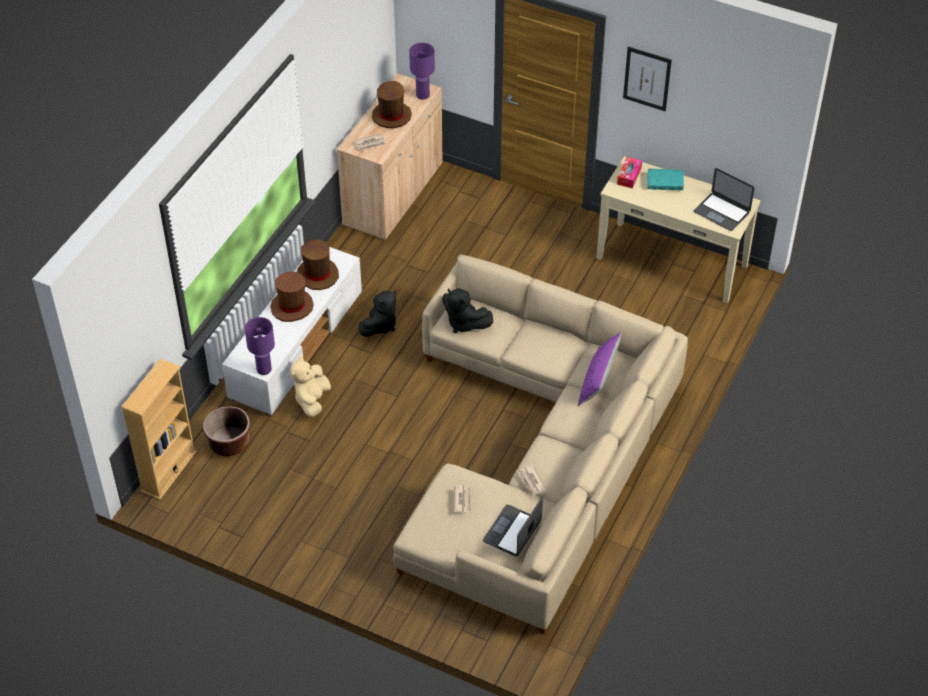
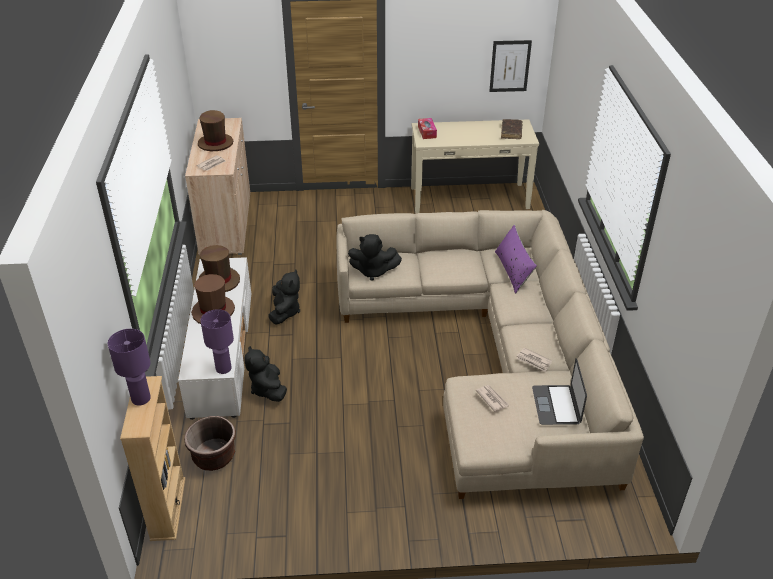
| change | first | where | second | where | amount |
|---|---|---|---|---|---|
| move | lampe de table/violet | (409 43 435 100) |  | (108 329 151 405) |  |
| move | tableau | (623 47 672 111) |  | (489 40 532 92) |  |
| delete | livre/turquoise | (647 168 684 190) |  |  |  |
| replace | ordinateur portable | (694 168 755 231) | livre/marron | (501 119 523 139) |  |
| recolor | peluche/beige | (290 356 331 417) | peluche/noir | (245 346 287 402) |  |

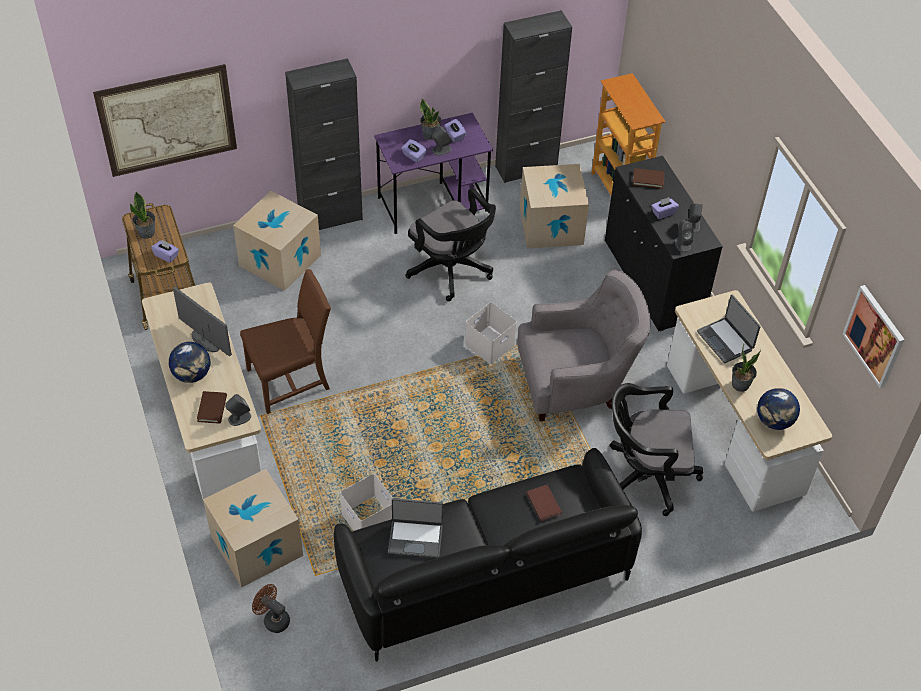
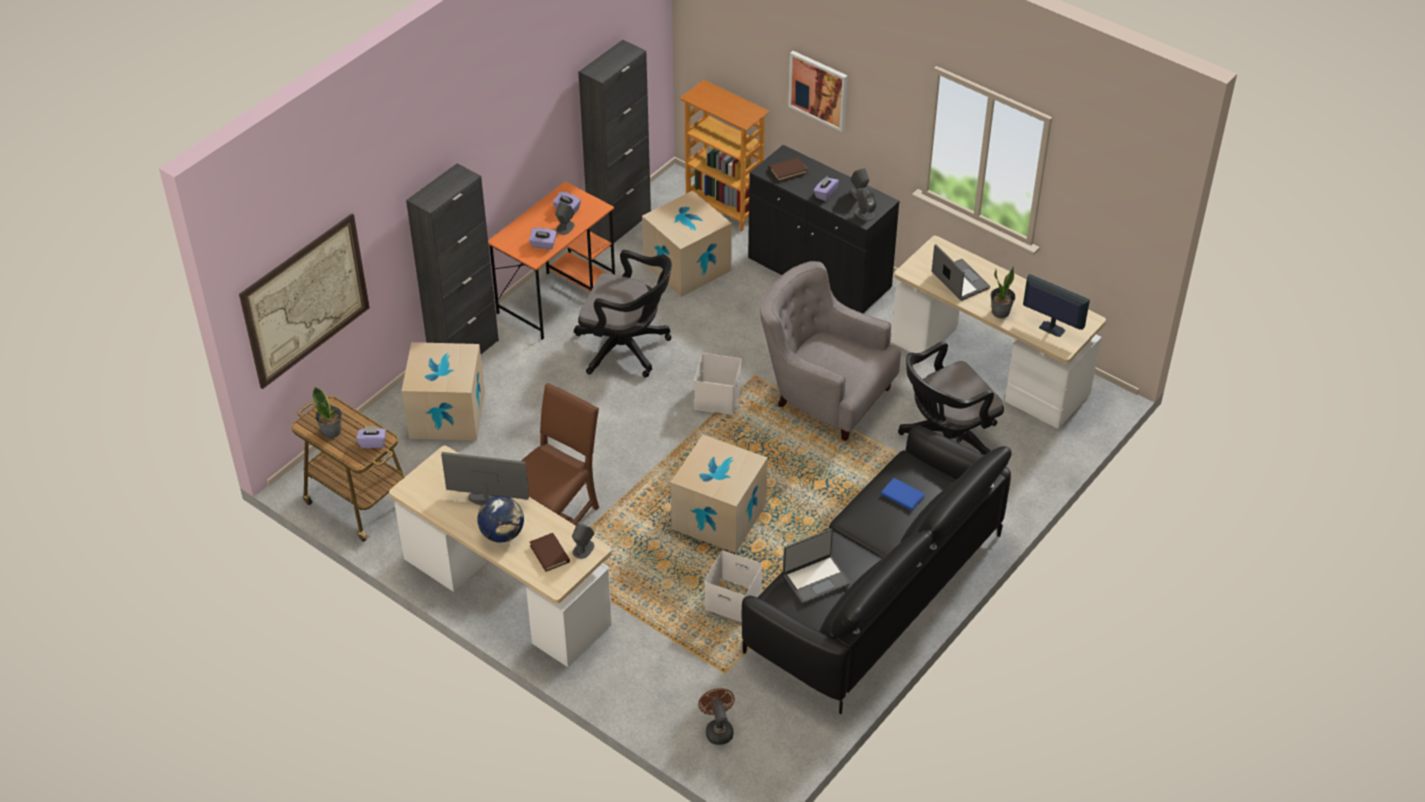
| change | first | where | second | where | amount |
|---|---|---|---|---|---|
| delete | plante en pot | (420 99 441 140) |  |  |  |
| recolor | bureau/violet | (374 113 493 234) | bureau/orange | (488 181 615 340) |  |
| rotate | fauteuil/gris | (517 270 651 421) |  | (760 261 901 441) | 105 degrees counterclockwise |
| move | tableau | (842 285 905 388) |  | (788 51 848 132) |  |
| rotate | ordinateur portable | (697 295 761 363) |  | (932 244 990 301) | 150 degrees counterclockwise |
| replace | globe | (757 388 800 430) | écran d'ordinateur | (1023 274 1090 337) |  |
| move | carton | (203 469 303 587) |  | (671 435 768 553) |  |
| recolor | livre/marron | (526 485 562 521) | livre/bleu | (881 478 925 511) |  |
| rotate | ventilateur/marron | (252 584 290 633) |  | (698 688 735 745) | 75 degrees clockwise |

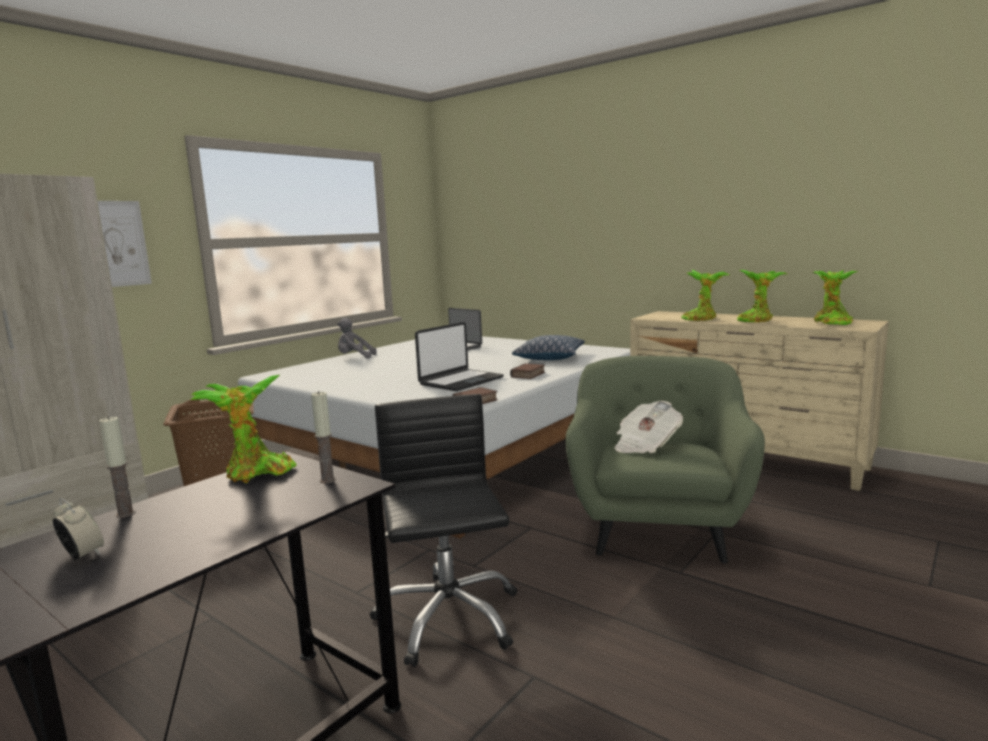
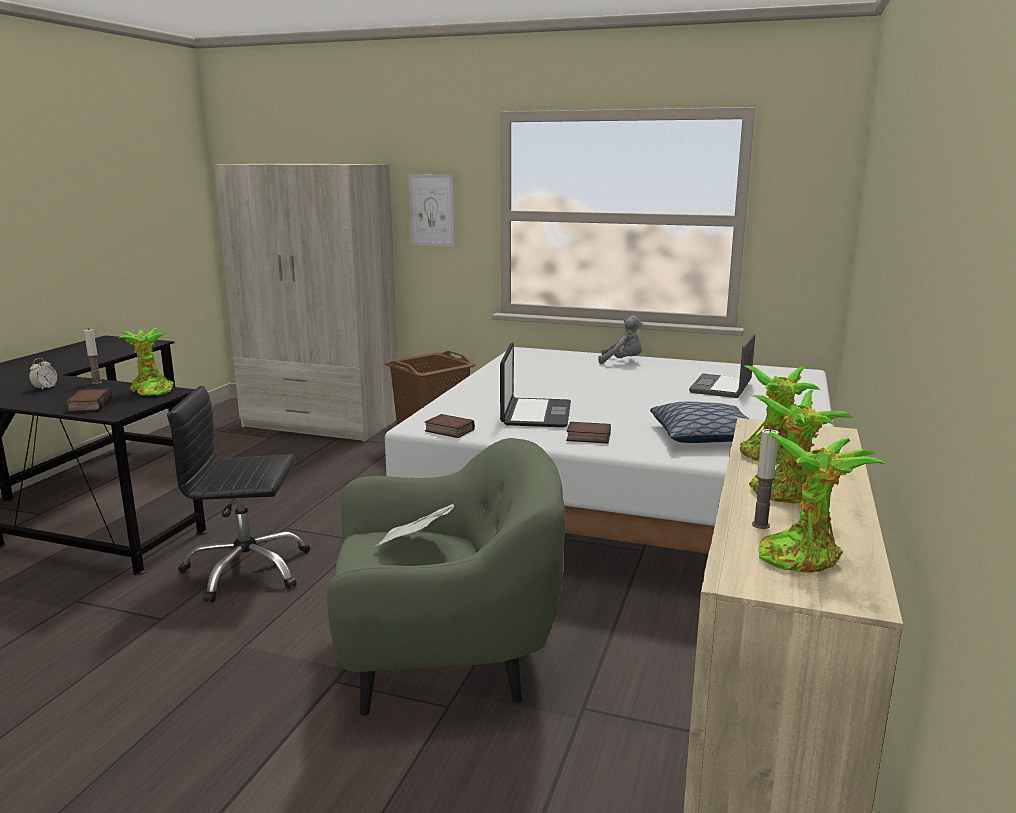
| change | first | where | second | where | amount |
|---|---|---|---|---|---|
| rotate | peluche/gris | (337 318 377 359) |  | (598 315 643 364) | 120 degrees clockwise |
| rotate | ordinateur portable | (415 322 504 391) |  | (500 342 571 427) | 105 degrees counterclockwise |
| move | bougie | (311 391 336 483) |  | (752 429 779 529) |  |
| rotate | chaise de bureau/noir | (370 394 517 667) |  | (167 386 310 603) | 150 degrees counterclockwise |
| insert |  |  | livre | (66 389 112 412) |  |

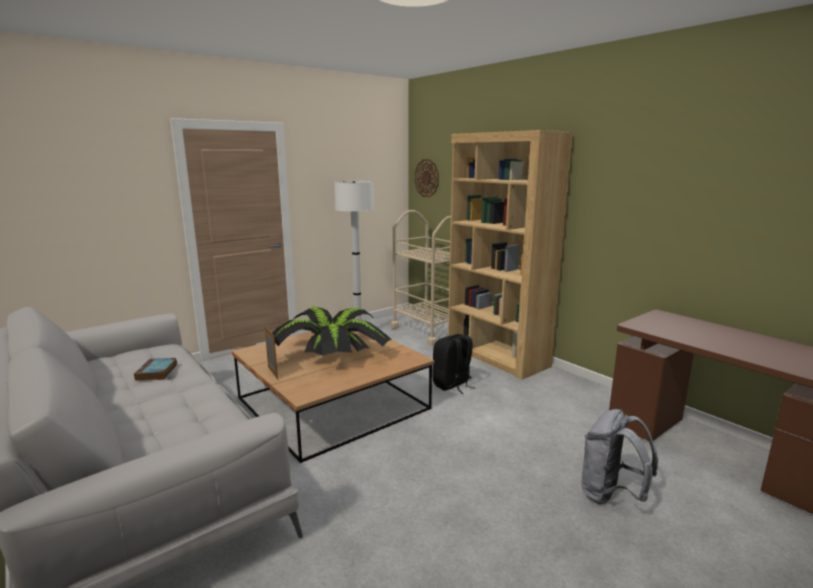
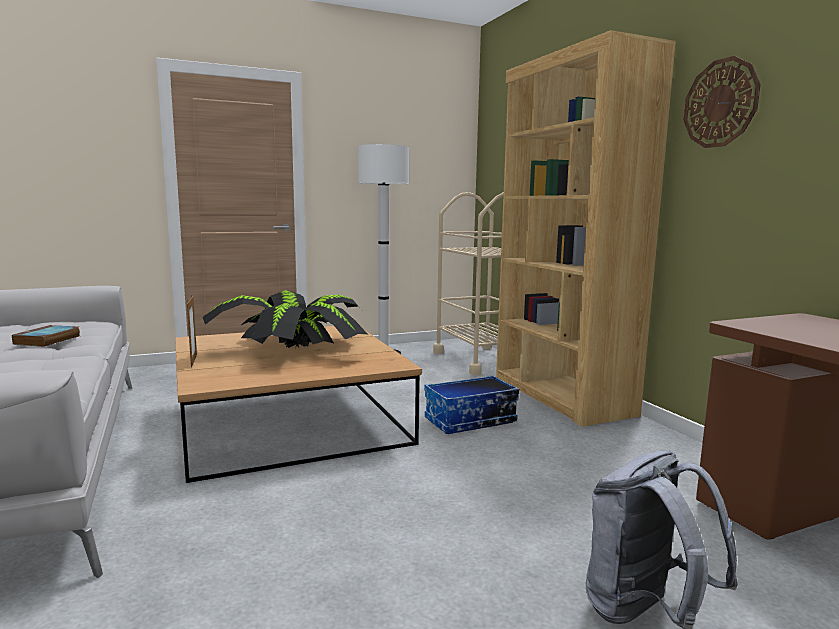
| change | first | where | second | where | amount |
|---|---|---|---|---|---|
| move | horloge murale | (415 159 439 197) |  | (684 56 761 148) |  |
| replace | sac à dos/noir | (432 334 475 394) | boîte de rangement | (424 375 519 434) |  |

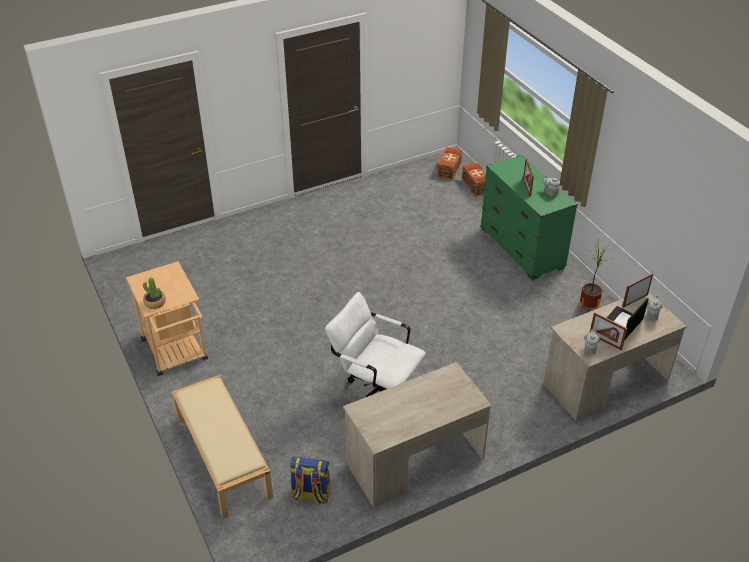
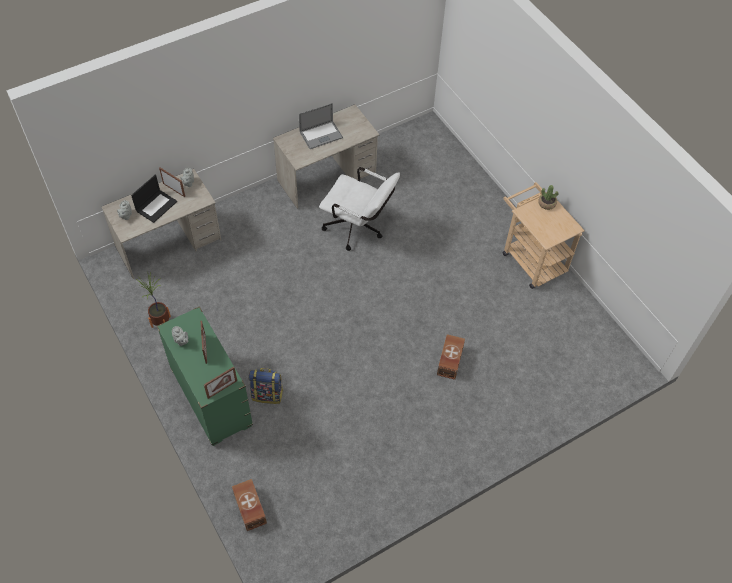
| change | first | where | second | where | amount |
|---|---|---|---|---|---|
| move | boîte de rangement/marron | (437 147 462 181) |  | (437 334 465 380) |  |
| move | cadre photo | (622 273 653 308) |  | (204 367 237 399) |  |
| delete | banc/beige | (172 375 273 519) |  |  |  |
| move | sac à dos | (290 457 330 505) |  | (248 368 283 404) |  |
| insert |  |  | ordinateur portable | (299 103 343 149) |  |

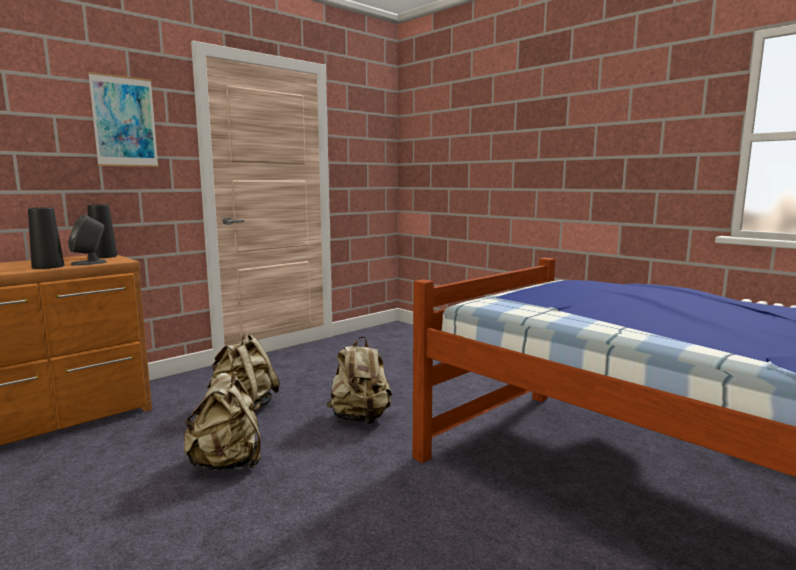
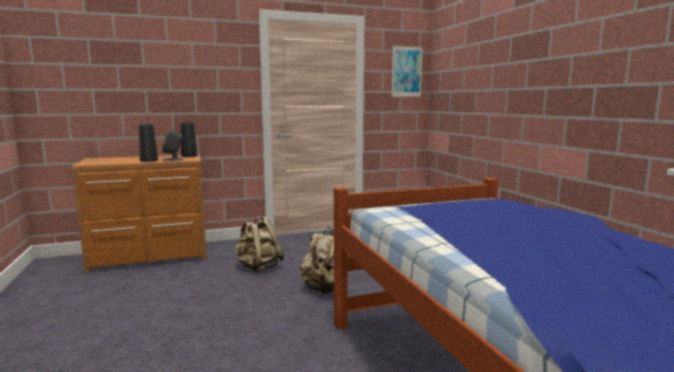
| change | first | where | second | where | amount |
|---|---|---|---|---|---|
| move | tableau | (88 72 159 167) |  | (391 45 423 97) |  |
| delete | sac à dos/beige | (183 371 261 471) |  |  |  |

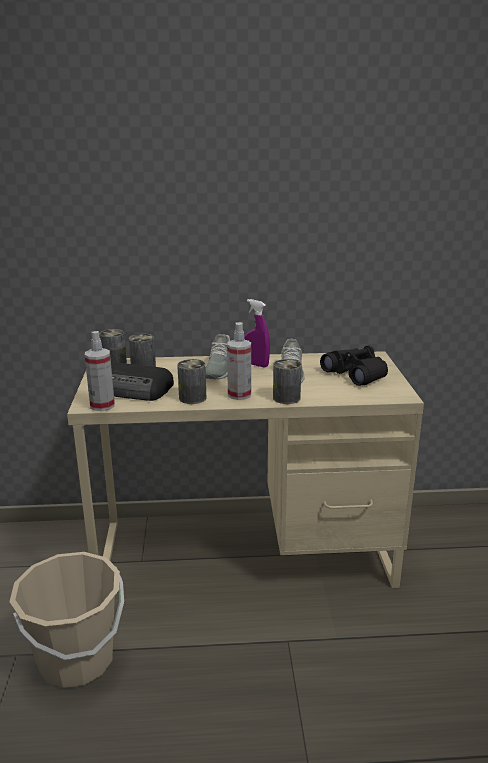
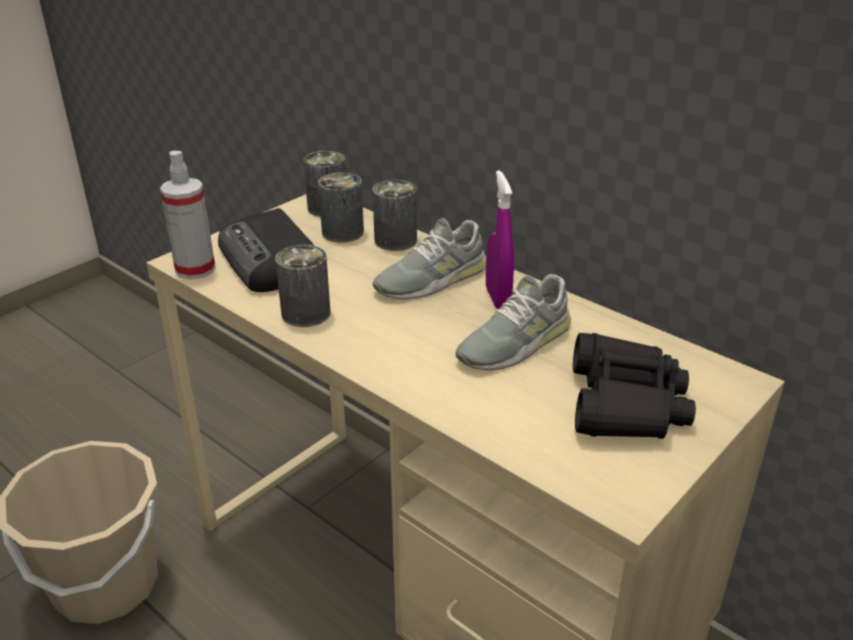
| change | first | where | second | where | amount |
|---|---|---|---|---|---|
| delete | vaporisateur | (227 322 251 400) |  |  |  |
| move | boîte métallique | (273 359 302 404) |  | (373 180 417 251) |  |

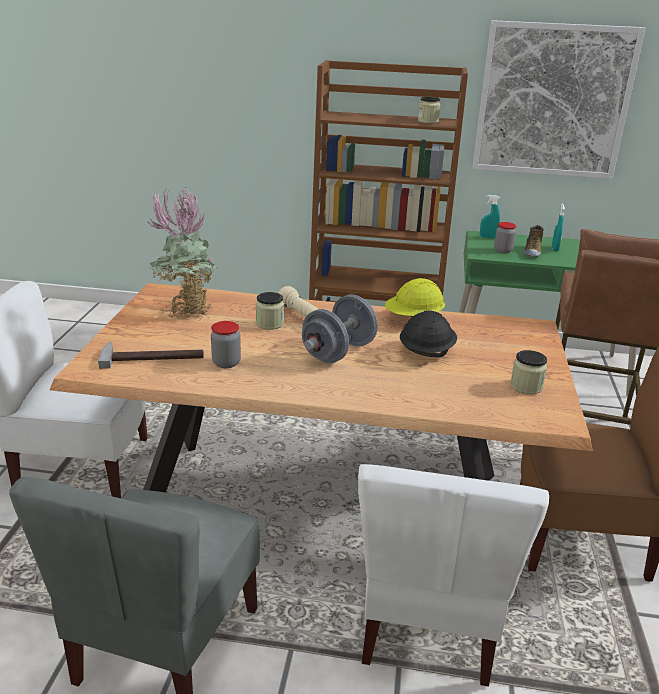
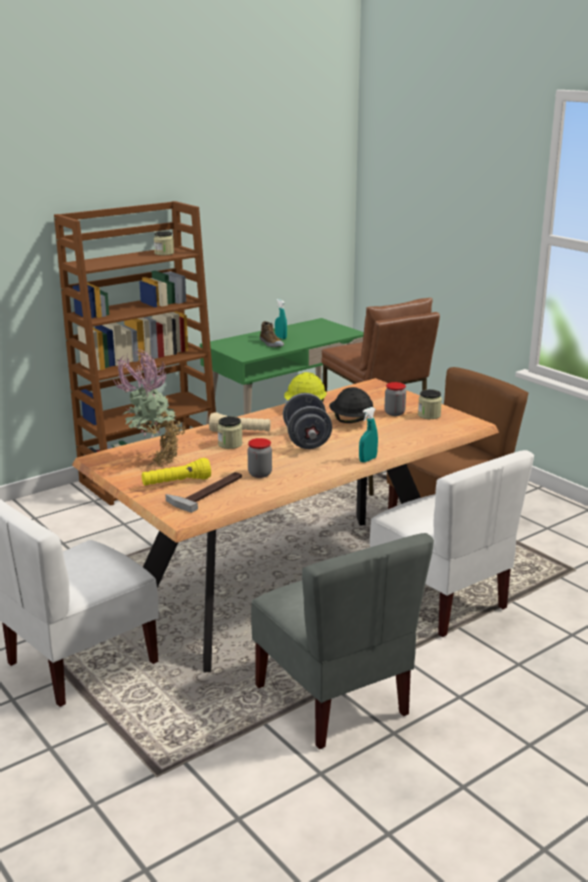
| change | first | where | second | where | amount |
|---|---|---|---|---|---|
| delete | tableau | (472 20 646 179) |  |  |  |
| move | vaporisateur/turquoise | (480 195 500 238) |  | (359 407 378 463) |  |
| move | bocal | (494 222 516 253) |  | (384 382 406 416) |  |
| insert |  |  | lampe de poche/jaune | (142 458 211 486) |  |

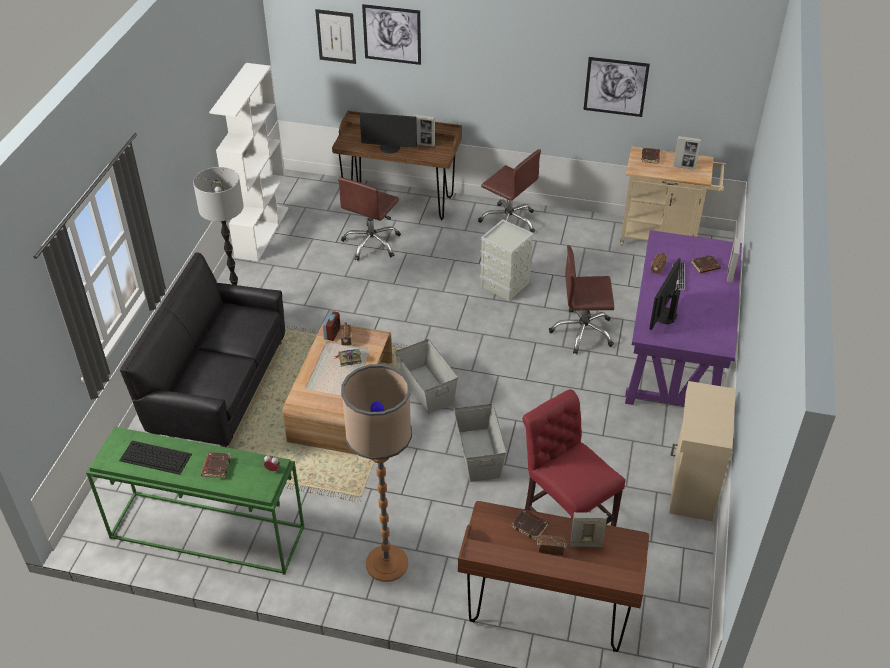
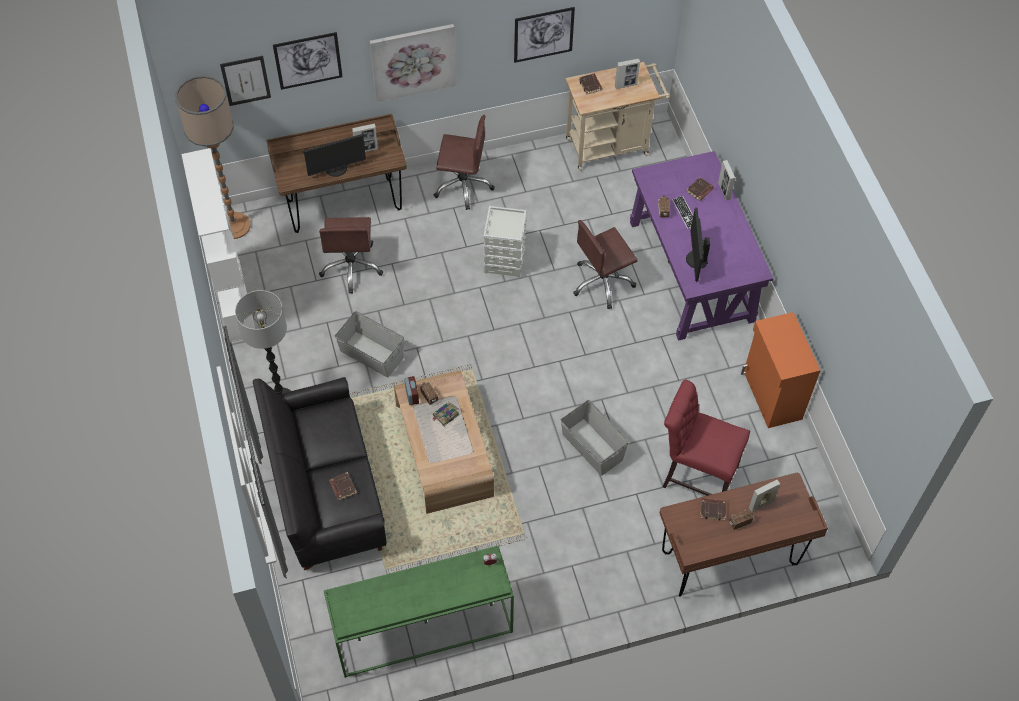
| change | first | where | second | where | amount |
|---|---|---|---|---|---|
| move | boîte de rangement/gris | (395 339 458 414) |  | (335 311 404 377) |  |
| move | lampadaire | (341 364 412 582) |  | (175 75 251 239) |  |
| recolor | meuble de rangement/beige | (669 381 736 521) | meuble de rangement/orange | (741 312 821 428) |  |
| delete | clavier | (119 441 192 475) |  |  |  |
| move | livre/marron | (201 452 231 478) |  | (329 472 357 501) |  |
| insert |  |  | tableau | (370 24 456 102) |  |

